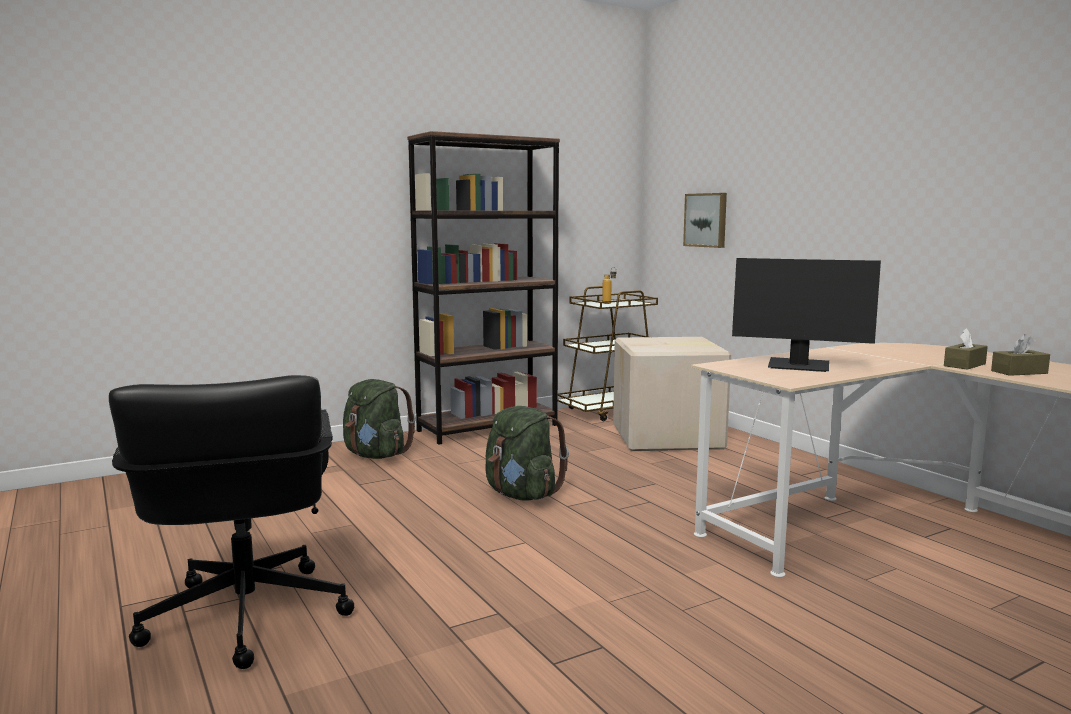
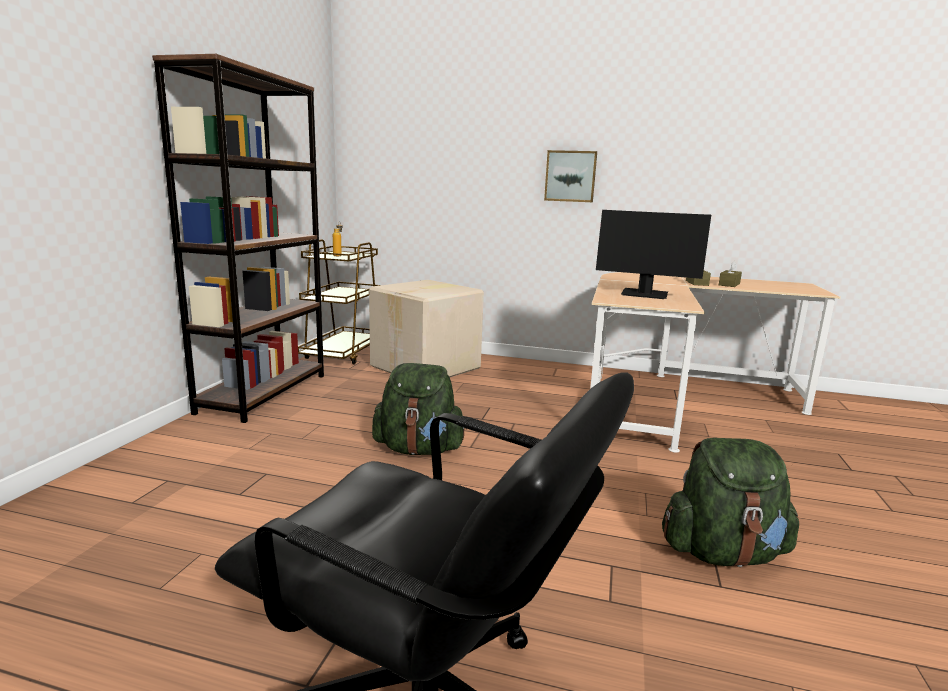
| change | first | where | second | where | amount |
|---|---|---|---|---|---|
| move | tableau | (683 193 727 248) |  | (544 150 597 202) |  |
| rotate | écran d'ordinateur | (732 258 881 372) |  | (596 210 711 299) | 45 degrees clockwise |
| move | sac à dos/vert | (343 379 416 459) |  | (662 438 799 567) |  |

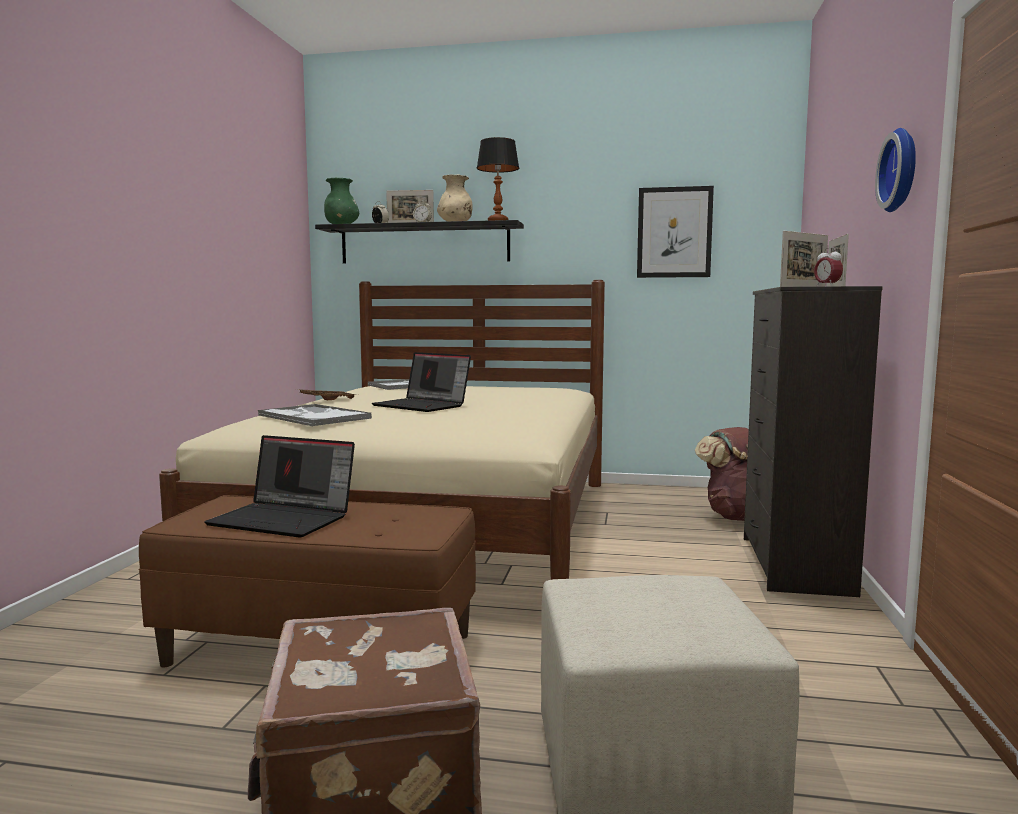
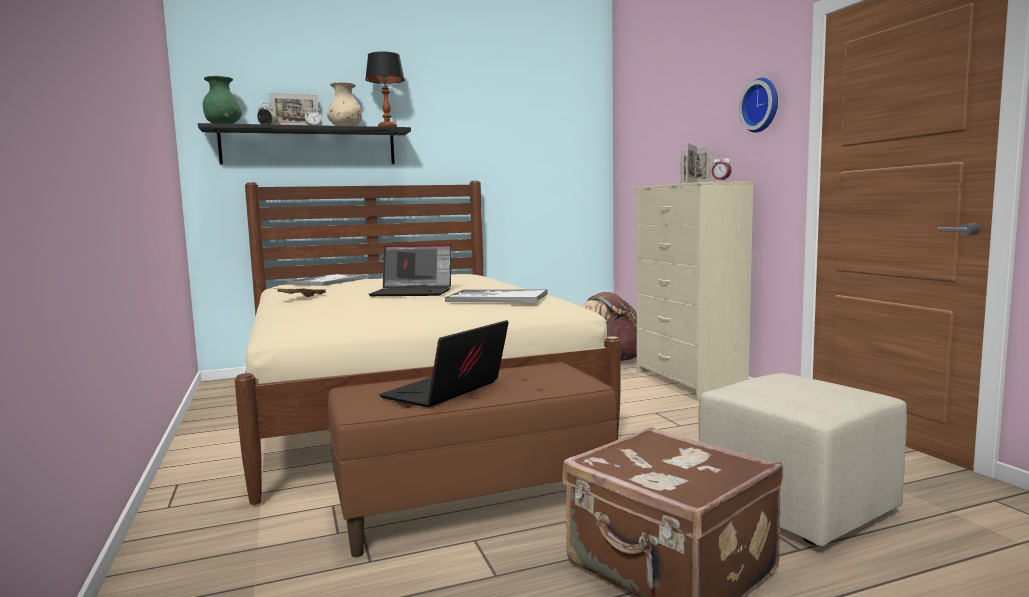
| change | first | where | second | where | amount |
|---|---|---|---|---|---|
| delete | tableau | (637 186 714 278) |  |  |  |
| recolor | commode/noir | (744 286 883 597) | commode/beige | (635 181 754 399) |  |
| move | plateau | (258 404 372 426) |  | (445 289 548 303) |  |
| rotate | ordinateur portable | (204 435 355 538) |  | (379 320 509 407) | 135 degrees clockwise |

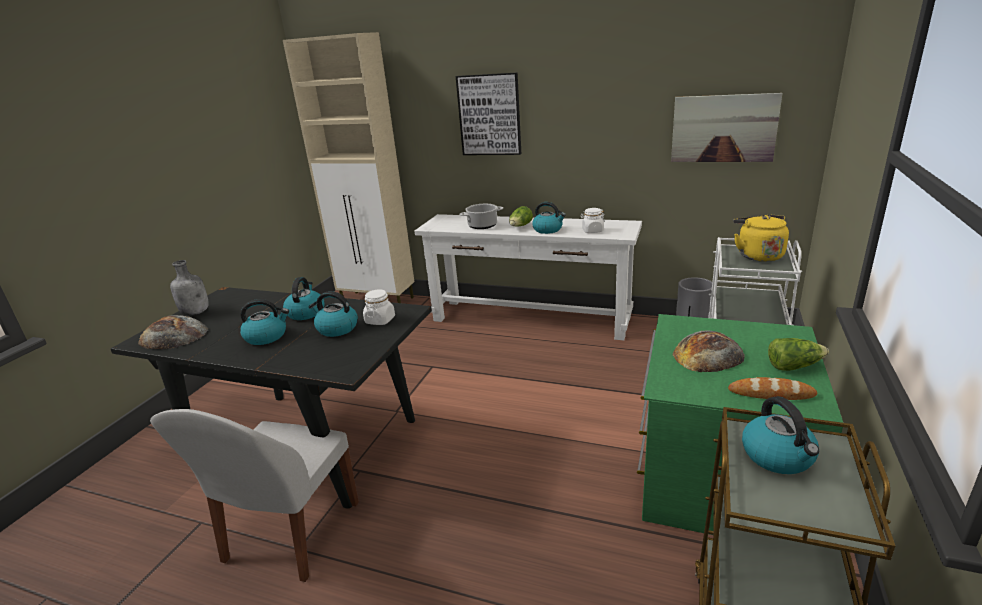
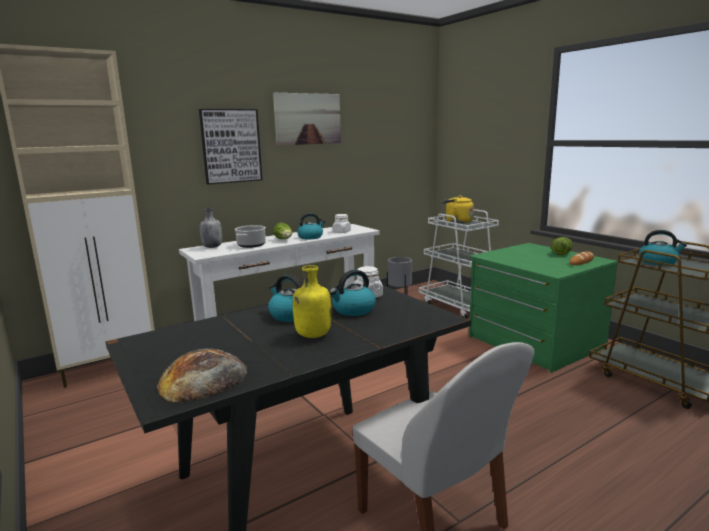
| change | first | where | second | where | amount |
|---|---|---|---|---|---|
| move | tableau | (671 93 783 162) |  | (273 92 341 145) |  |
| move | bouteille/gris | (170 260 209 316) |  | (200 208 222 248) |  |
| replace | bouilloire | (240 299 289 345) | bouteille/jaune | (293 265 331 338) |  |
| delete | pain | (673 331 745 372) |  |  |  |

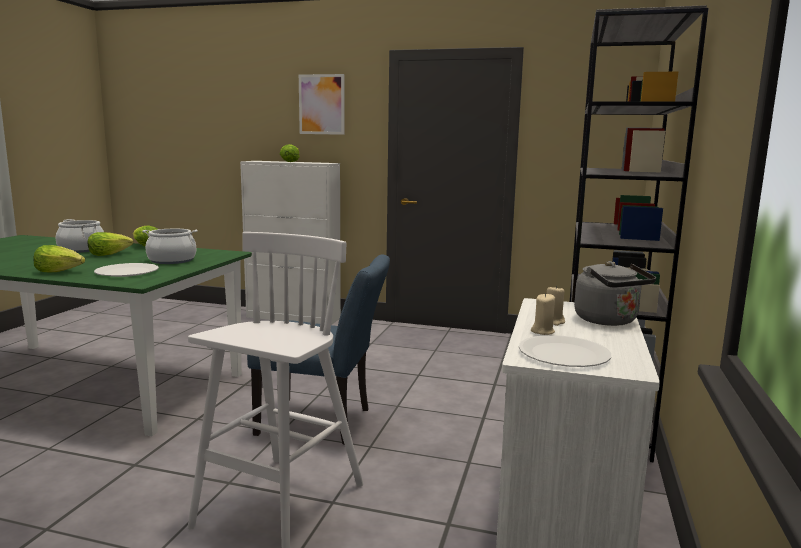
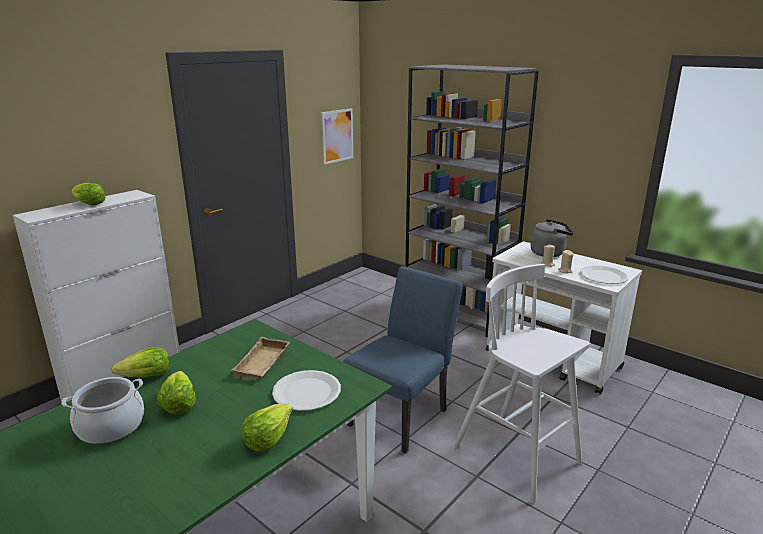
| change | first | where | second | where | amount |
|---|---|---|---|---|---|
| move | tableau | (299 74 344 135) |  | (321 108 353 165) |  |
| replace | marmite | (142 229 198 264) | plateau/beige | (231 337 290 379) |  |

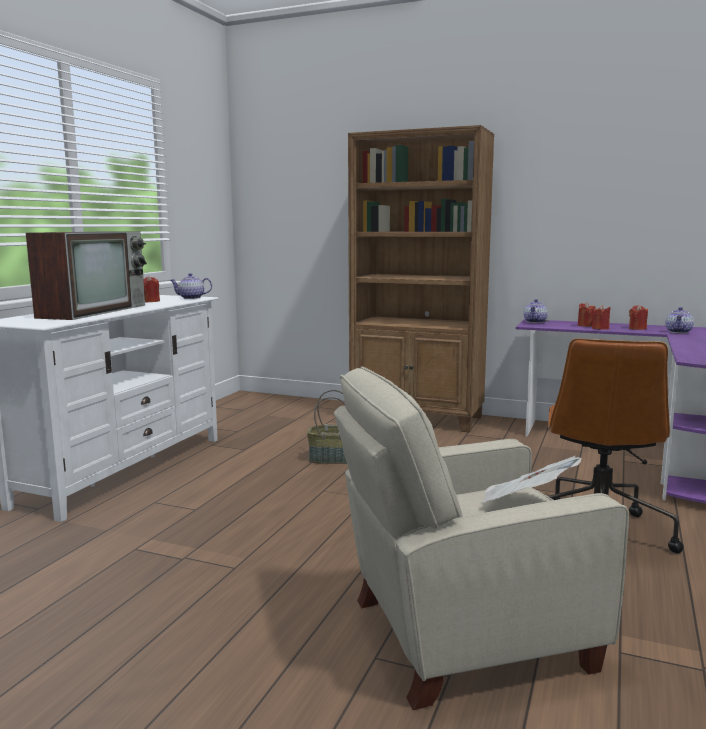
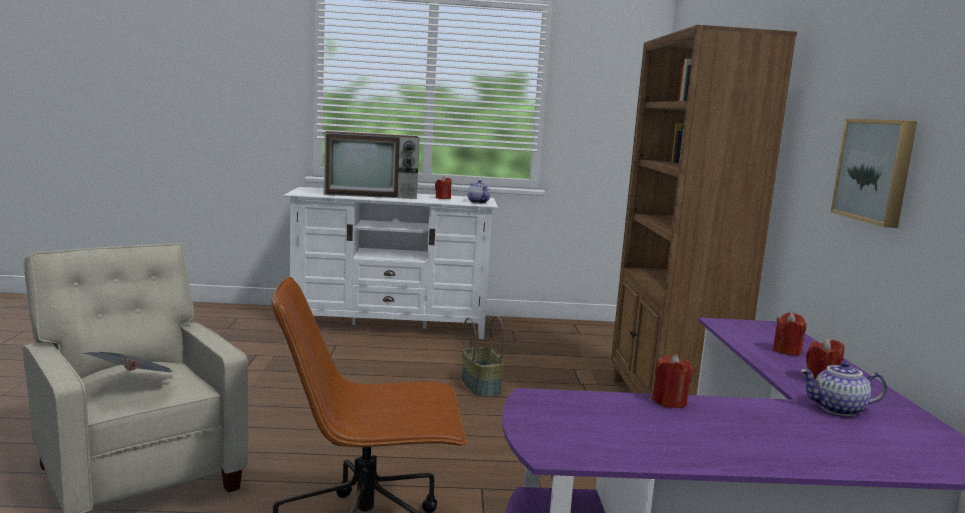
| change | first | where | second | where | amount |
|---|---|---|---|---|---|
| delete | théière | (524 299 548 323) |  |  |  |
| move | bougie/rouge | (592 305 611 330) |  | (652 354 693 408) |  |
| insert |  |  | tableau | (831 119 917 228) |  |

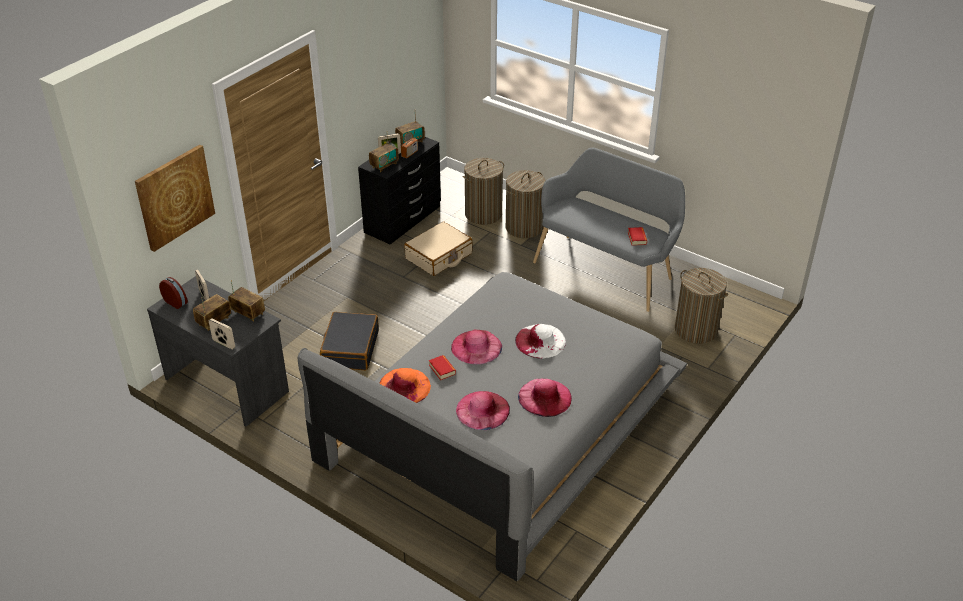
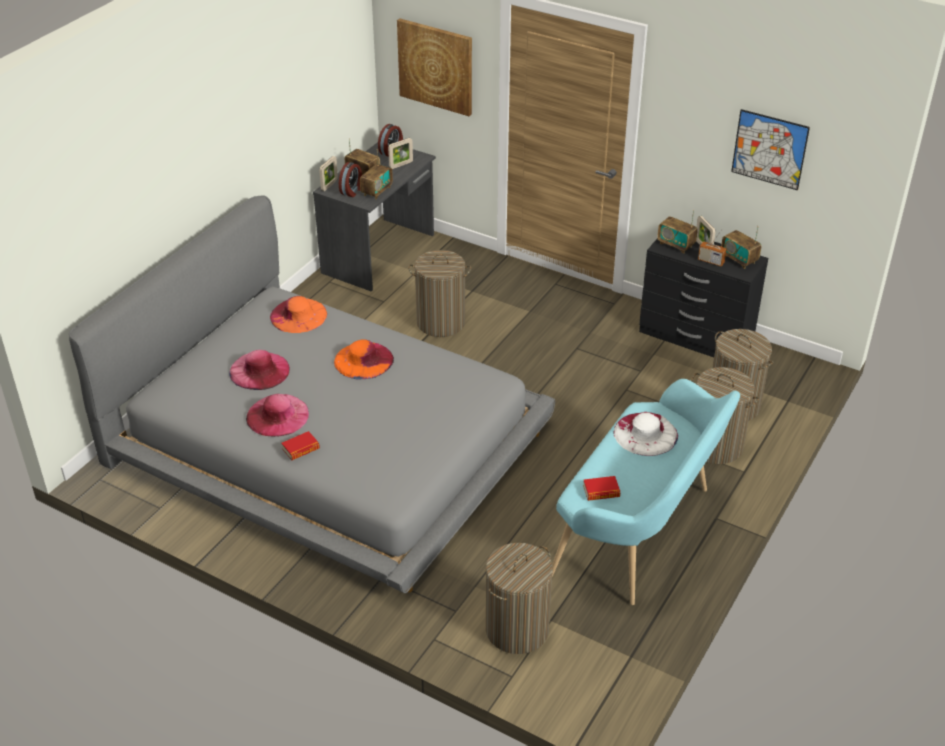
| change | first | where | second | where | amount |
|---|---|---|---|---|---|
| recolor | banc/gris | (533 148 685 312) | banc/turquoise | (552 379 740 605) |  |
| delete | valise/beige | (404 221 472 276) |  |  |  |
| replace | valise/noir | (320 312 379 370) | panier à linge | (408 250 471 337) |  |
| move | chapeau/blanc | (515 324 566 359) |  | (613 412 678 456) |  |
| recolor | chapeau/rose | (451 330 502 365) | chapeau/orange | (334 339 394 380) |  |
| move | livre | (429 355 456 380) |  | (281 431 320 460) |  |
| insert |  |  | tableau | (731 109 810 190) |  |
| insert |  |  | réveil | (339 162 362 197) |  |

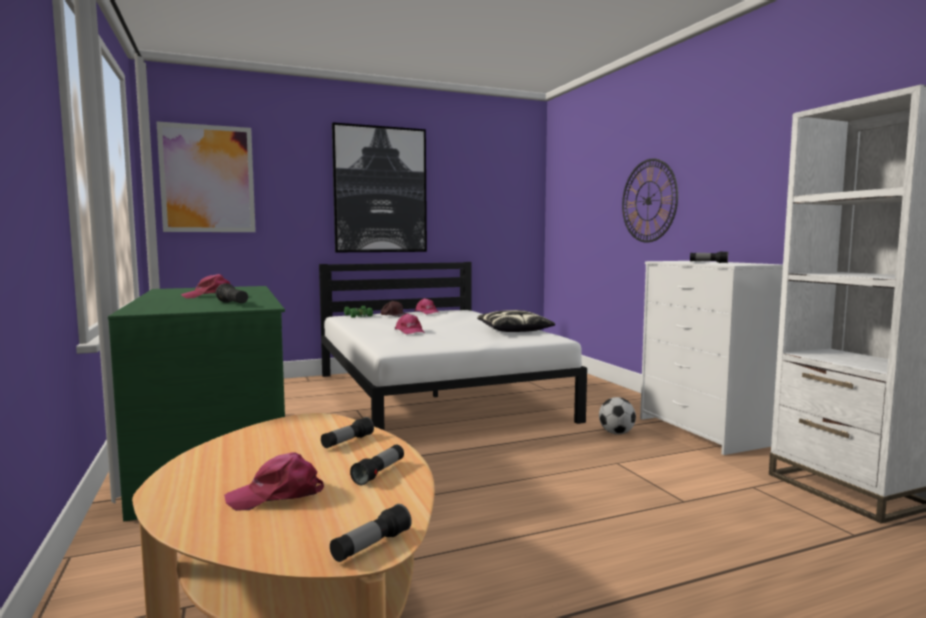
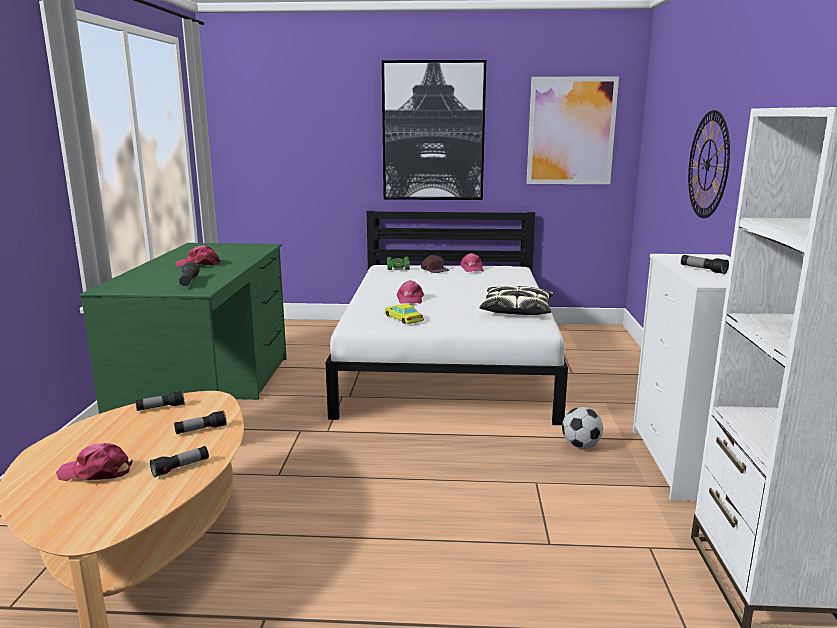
| change | first | where | second | where | amount |
|---|---|---|---|---|---|
| move | tableau | (156 121 256 232) |  | (526 76 619 184) |  |
| move | lampe de poche | (330 504 412 562) |  | (135 390 185 411) |  |
| insert |  |  | petite voiture/jaune | (385 304 424 324) |  |

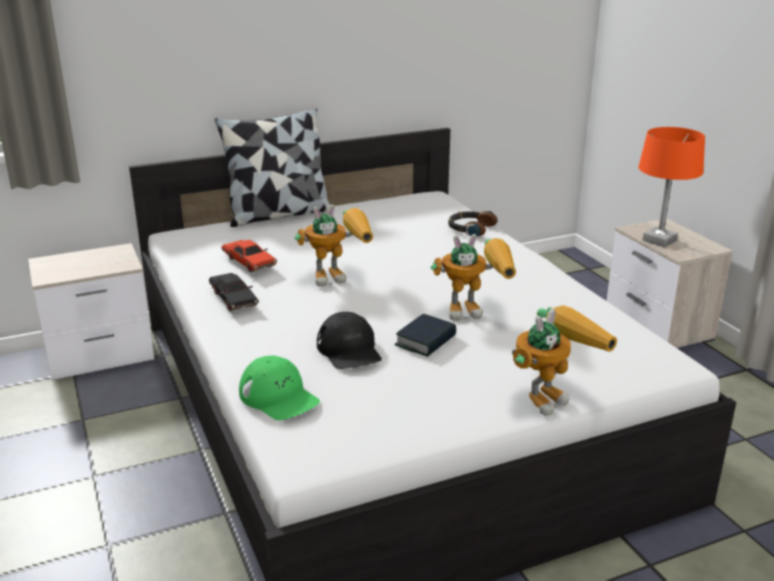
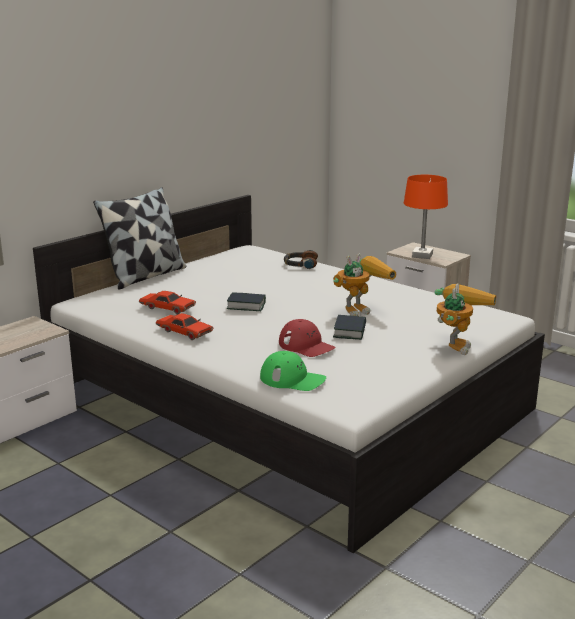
| change | first | where | second | where | amount |
|---|---|---|---|---|---|
| replace | robot jouet | (295 205 373 287) | livre | (227 292 266 311) |  |
| recolor | petite voiture/noir | (209 273 259 311) | petite voiture/rouge | (156 313 213 340) |  |
| recolor | casquette/noir | (317 312 382 369) | casquette/rouge | (279 319 336 357) |  |

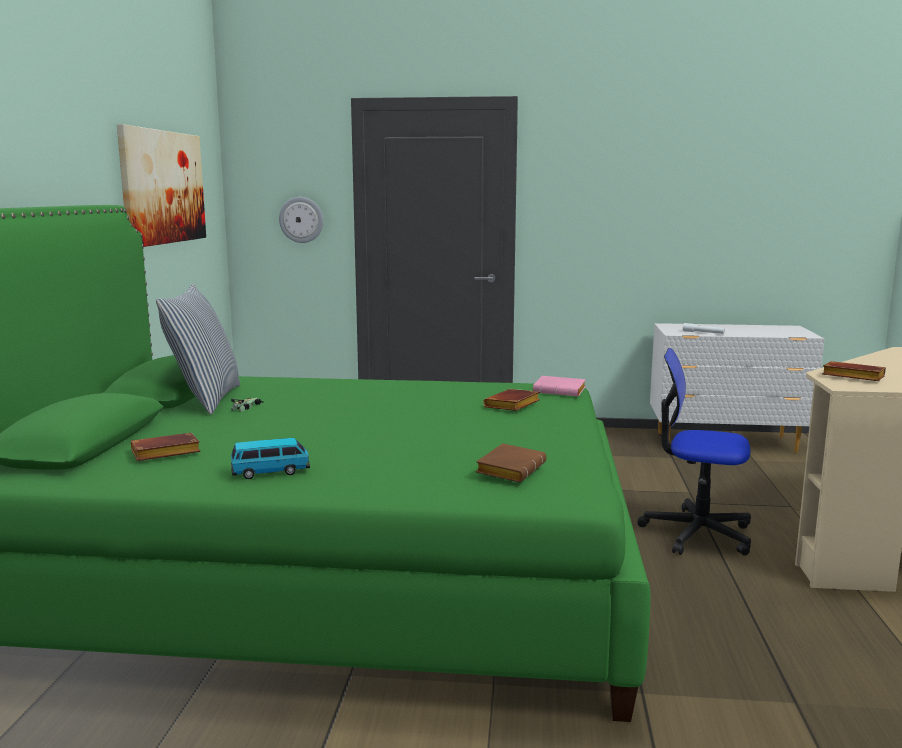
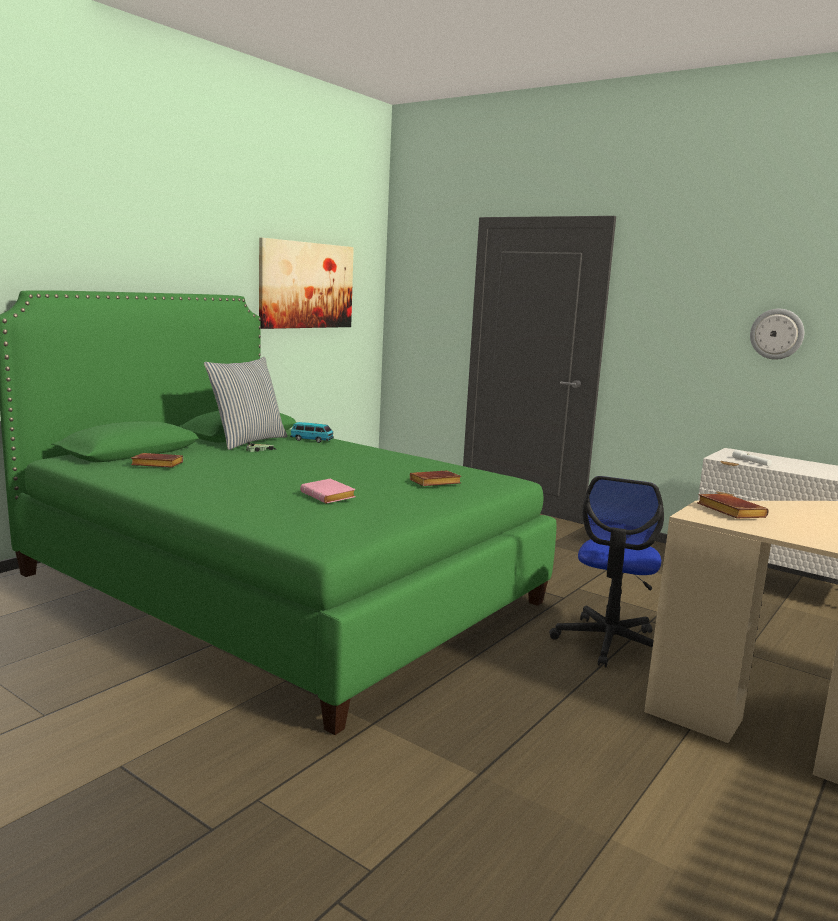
| change | first | where | second | where | amount |
|---|---|---|---|---|---|
| move | horloge murale | (279 197 323 243) |  | (750 309 804 360) |  |
| rotate | chaise de bureau | (637 348 751 555) |  | (549 476 664 667) | 120 degrees counterclockwise |
| move | livre/rose | (533 376 586 396) |  | (300 479 356 503) |  |
| move | petite voiture | (231 438 310 479) |  | (290 422 334 443) |  |
| delete | livre/marron | (476 443 546 482) |  |  |  |

